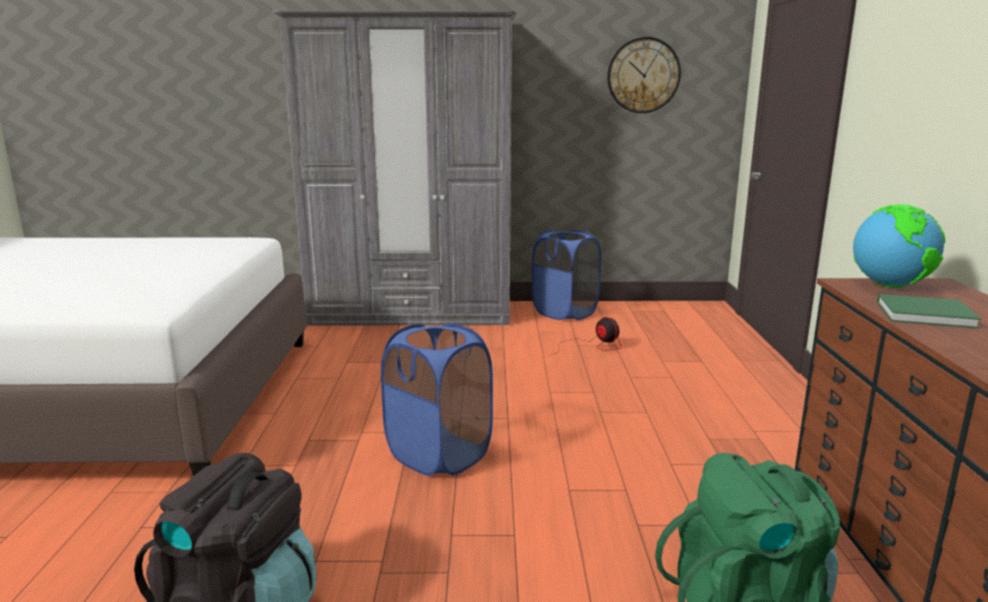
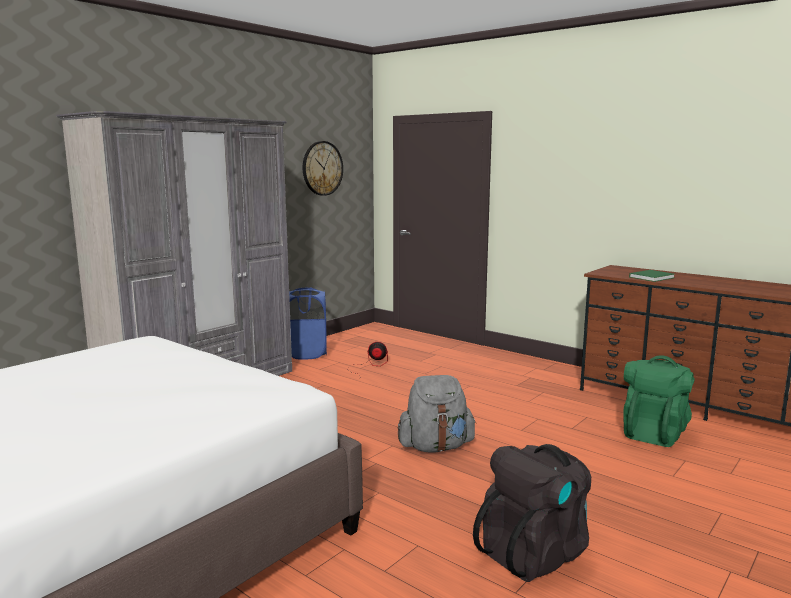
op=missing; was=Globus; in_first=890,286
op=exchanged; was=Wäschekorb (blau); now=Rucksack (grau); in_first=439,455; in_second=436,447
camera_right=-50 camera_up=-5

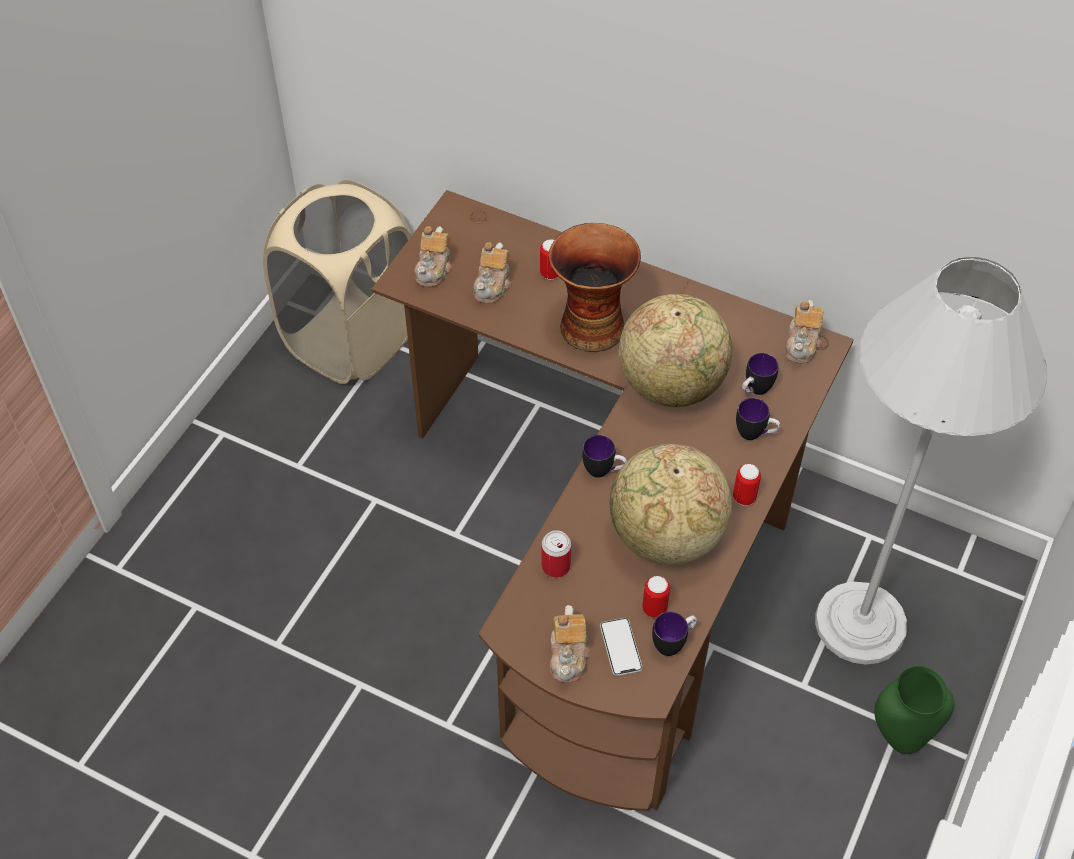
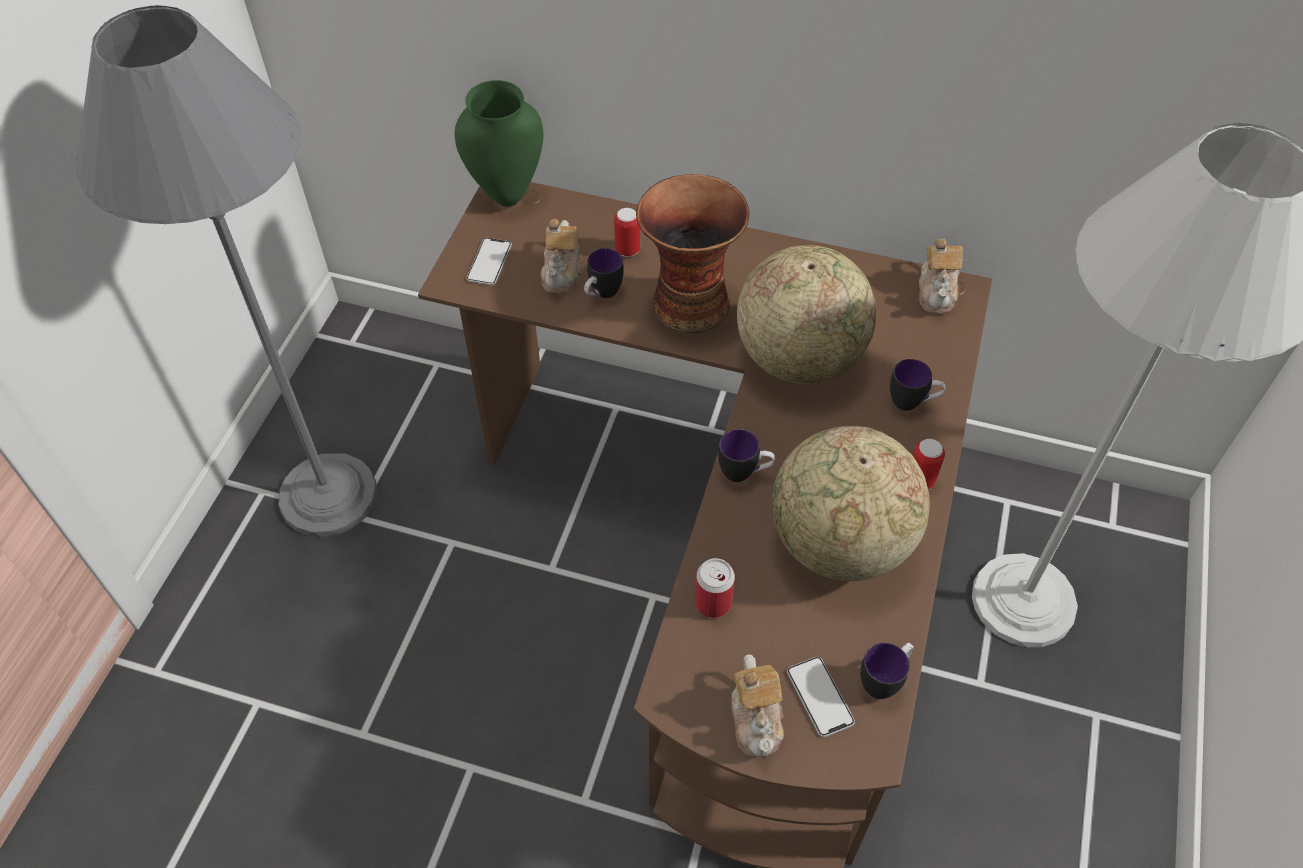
op=missing; was=Wäschekorb (beige); in_first=351,339
op=missing; was=Dose; in_first=654,608
op=appeared; now=Stehlampe (grau); in_second=328,495
op=relocated; was=Henkelbecher; in_first=754,391; in_second=602,294
op=relocated; was=Vase (grün); in_first=900,738; in_second=507,196
op=exchanged; was=Teekanne; now=Handy; in_first=434,269; in_second=489,262
camera_right=-10 camera_up=0

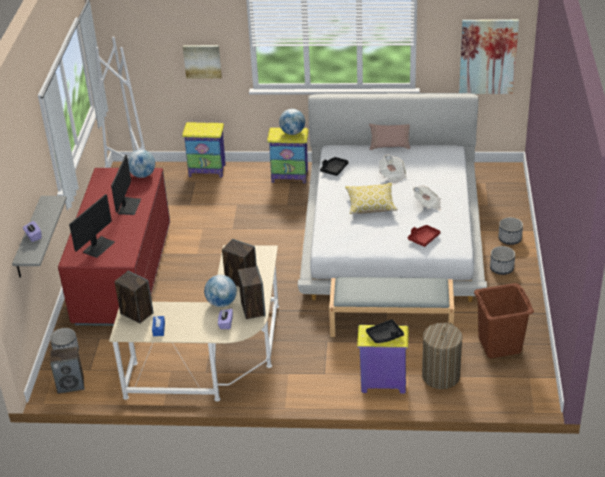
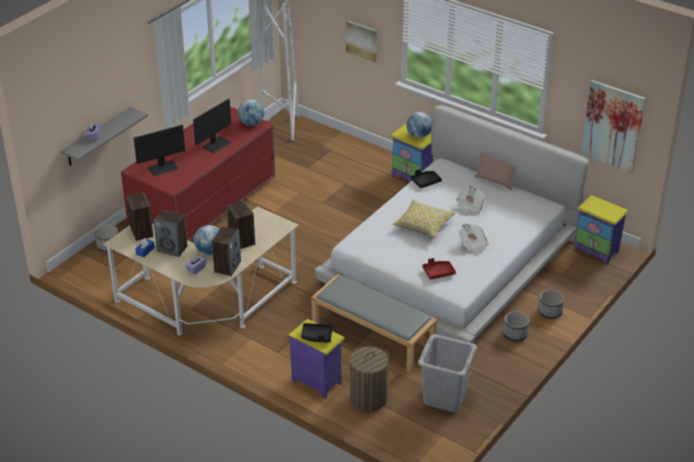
op=relocated; was=Lautsprecher; in_first=71,385; in_second=172,249
op=relocated; was=Nachttisch; in_first=208,171; in_second=596,252
op=colour; was=Wäschekorb (braun); now=Wäschekorb (grau); in_first=500,345; in_second=445,397
camera_right=30 camera_up=0

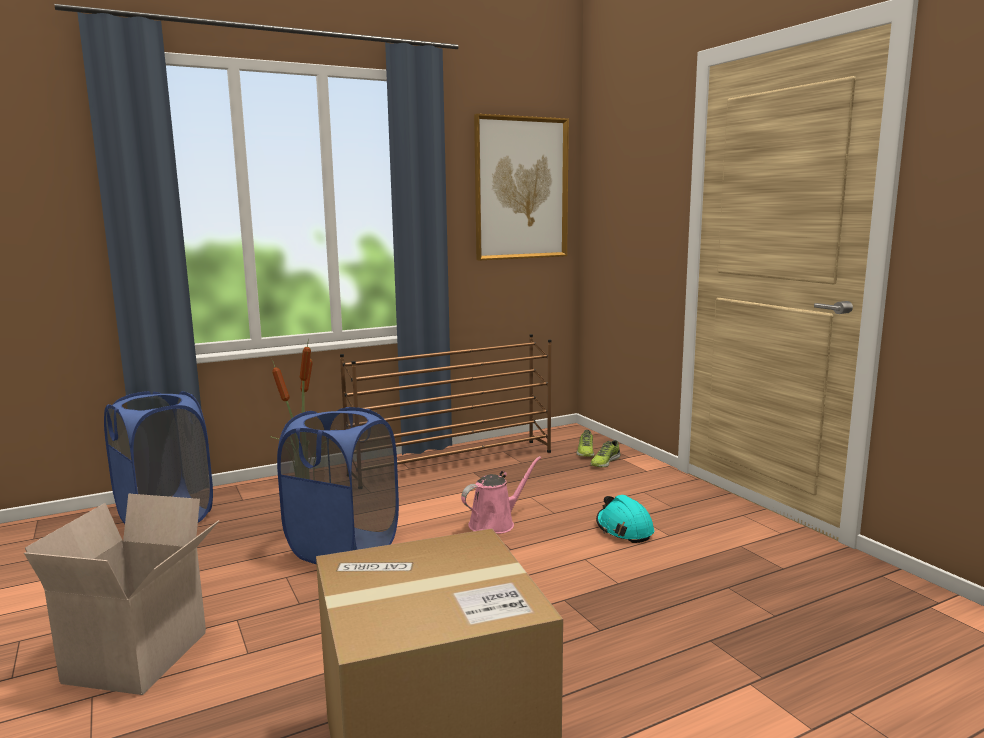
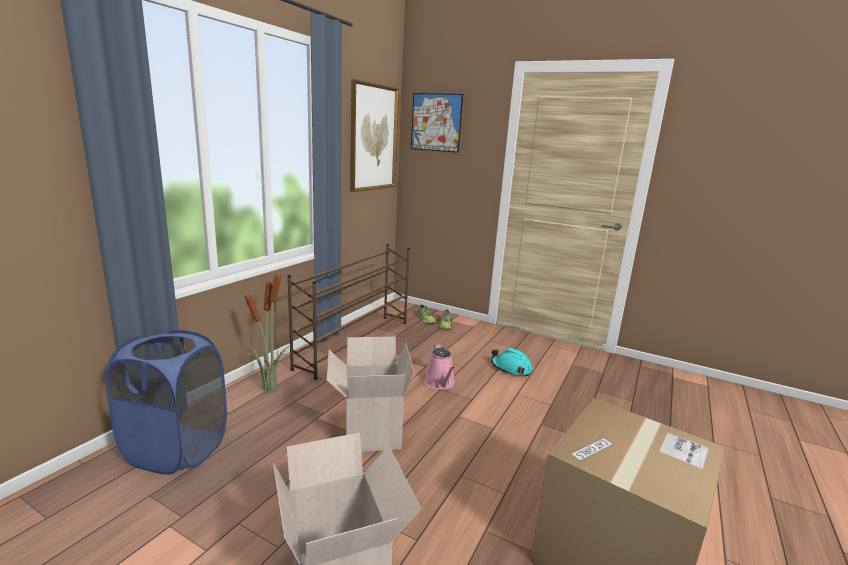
op=appeared; now=Bild; in_second=436,122
op=exchanged; was=Wäschekorb (blau); now=Karton; in_first=344,548; in_second=369,430
op=spun; was=Gießkanne (rosa); in_first=495,523; in_second=440,383; clockwise=150
camera_right=-35 camera_up=5

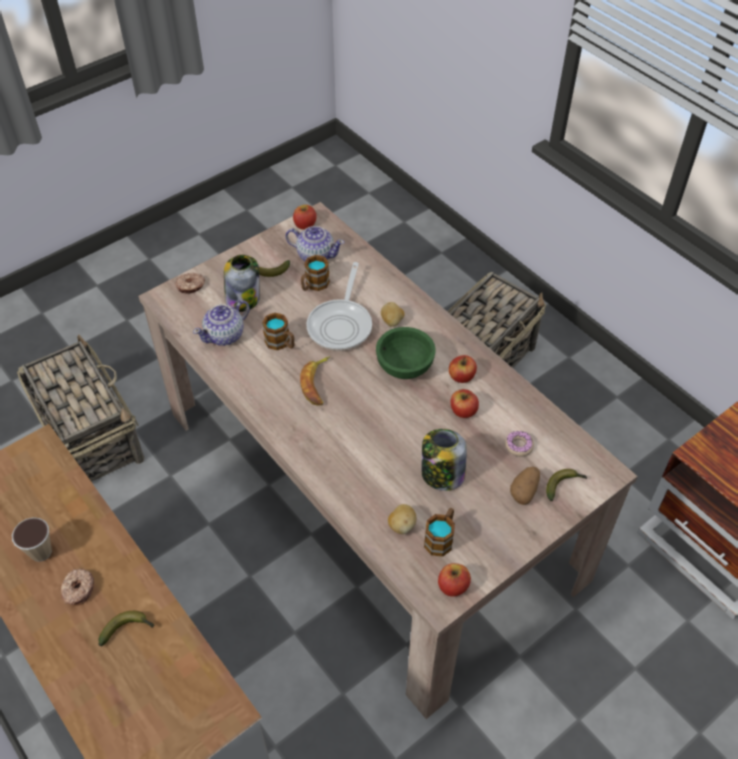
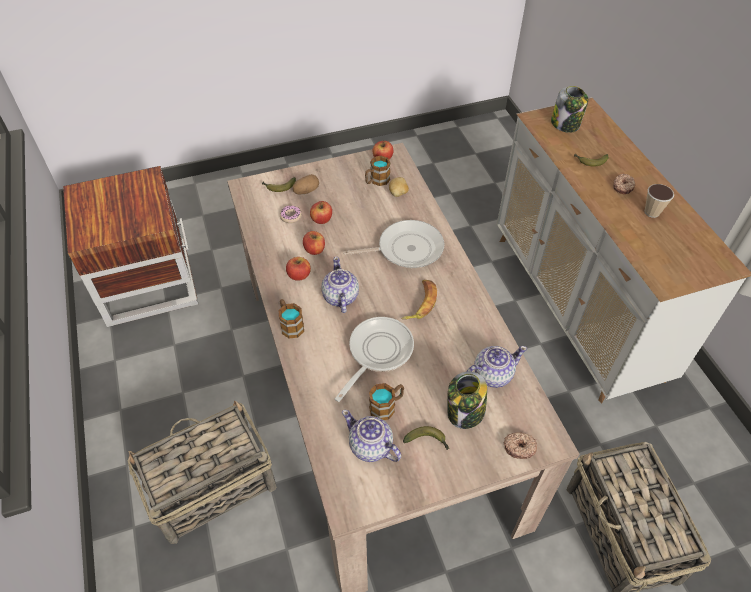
op=missing; was=Kartoffel; in_first=392,321
op=appeared; now=Pfanne; in_second=406,249
op=relocated; was=Henkelbecher; in_first=281,343; in_second=290,325
op=relocated; was=Apfel; in_first=305,225; in_second=321,219
op=relocated; was=Vorratsglas; in_first=441,475; in_second=565,124
op=exchanged; was=Schüssel (grün); now=Teekanne; in_first=404,366; in_second=340,297
camera_right=-160 camera_up=0

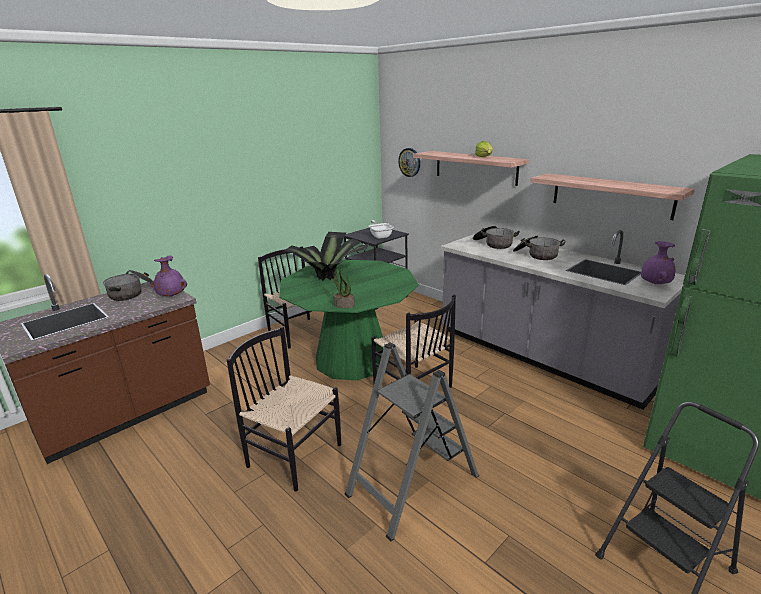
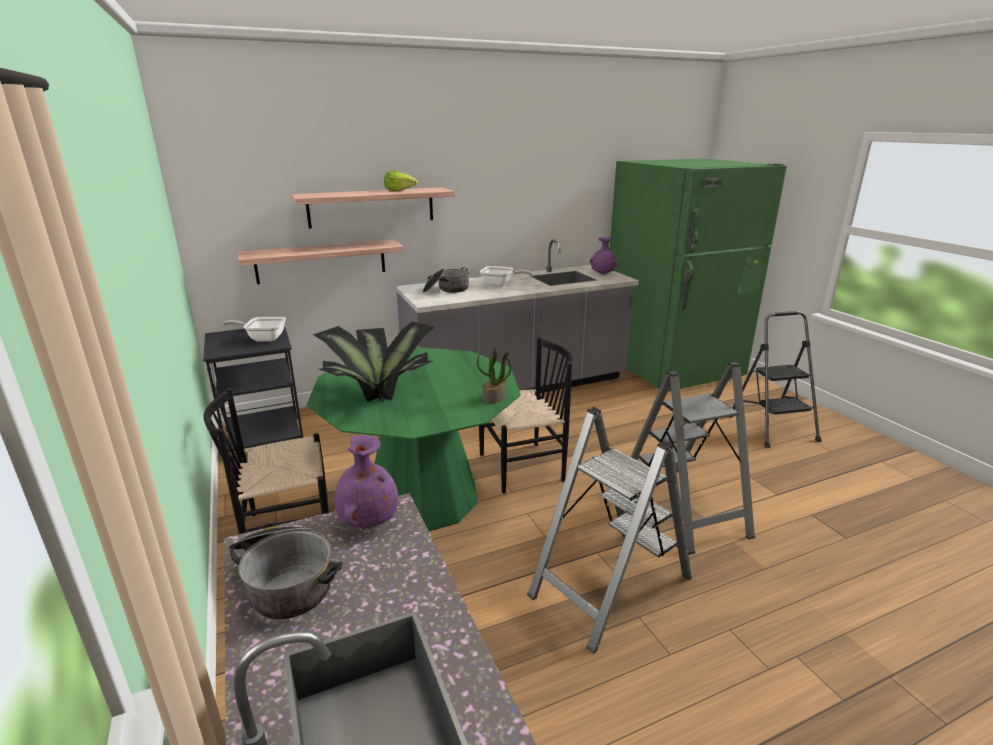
op=missing; was=Wanduhr; in_first=409,162
op=relocated; was=Wandregal; in_first=611,195; in_second=321,261
op=exchanged; was=Stuhl (schwarz); now=Trittleiter (grau); in_first=292,454; in_second=609,587
op=exchanged; was=Kochtopf; now=Pfanne; in_first=536,255; in_second=500,285
camera_right=-70 camera_up=0

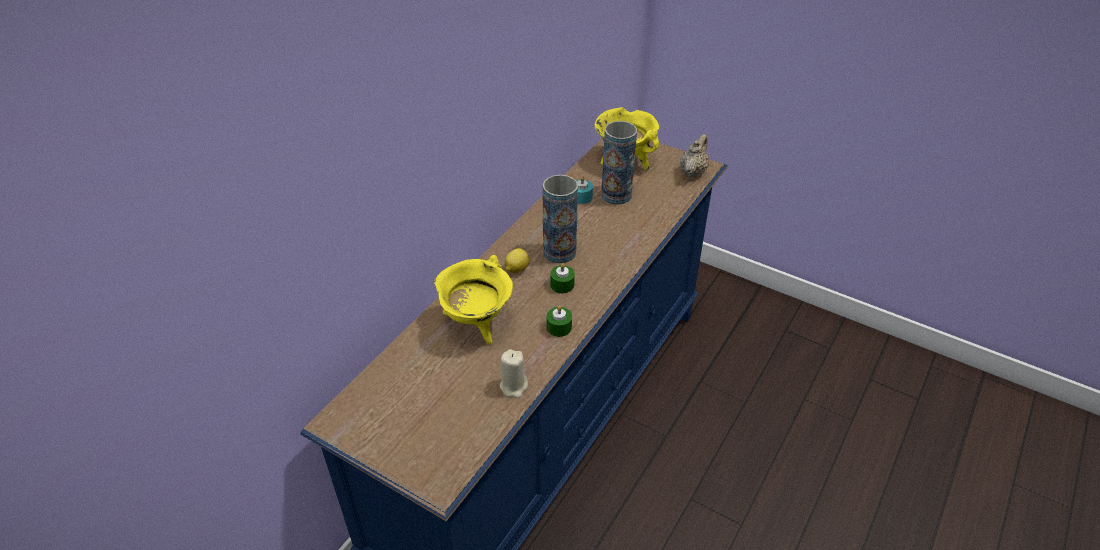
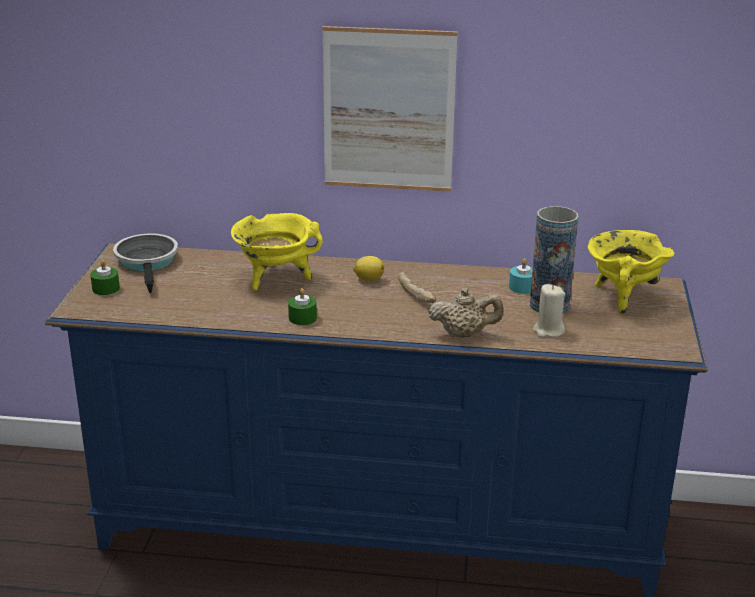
op=appeared; now=Pfanne; in_second=148,262
op=appeared; now=Bild; in_second=388,110
op=relocated; was=Kerze (beige); in_first=514,386; in_second=548,331
op=relocated; was=Kerze (grün); in_first=562,285; in_second=106,289
op=relocated; was=Teekanne (beige); in_first=693,171; in_second=464,334
op=exchanged; was=Vase; now=Brot; in_first=559,252; in_second=416,294
camera_right=65 camera_up=-15

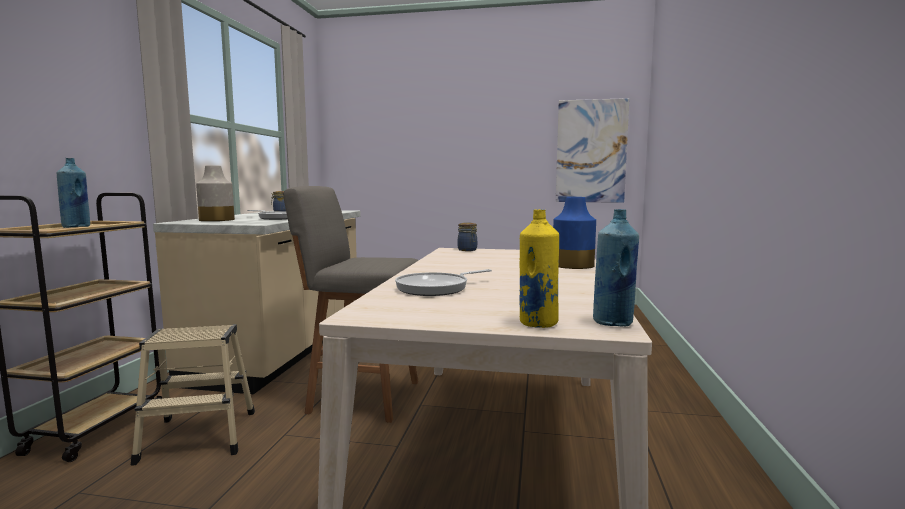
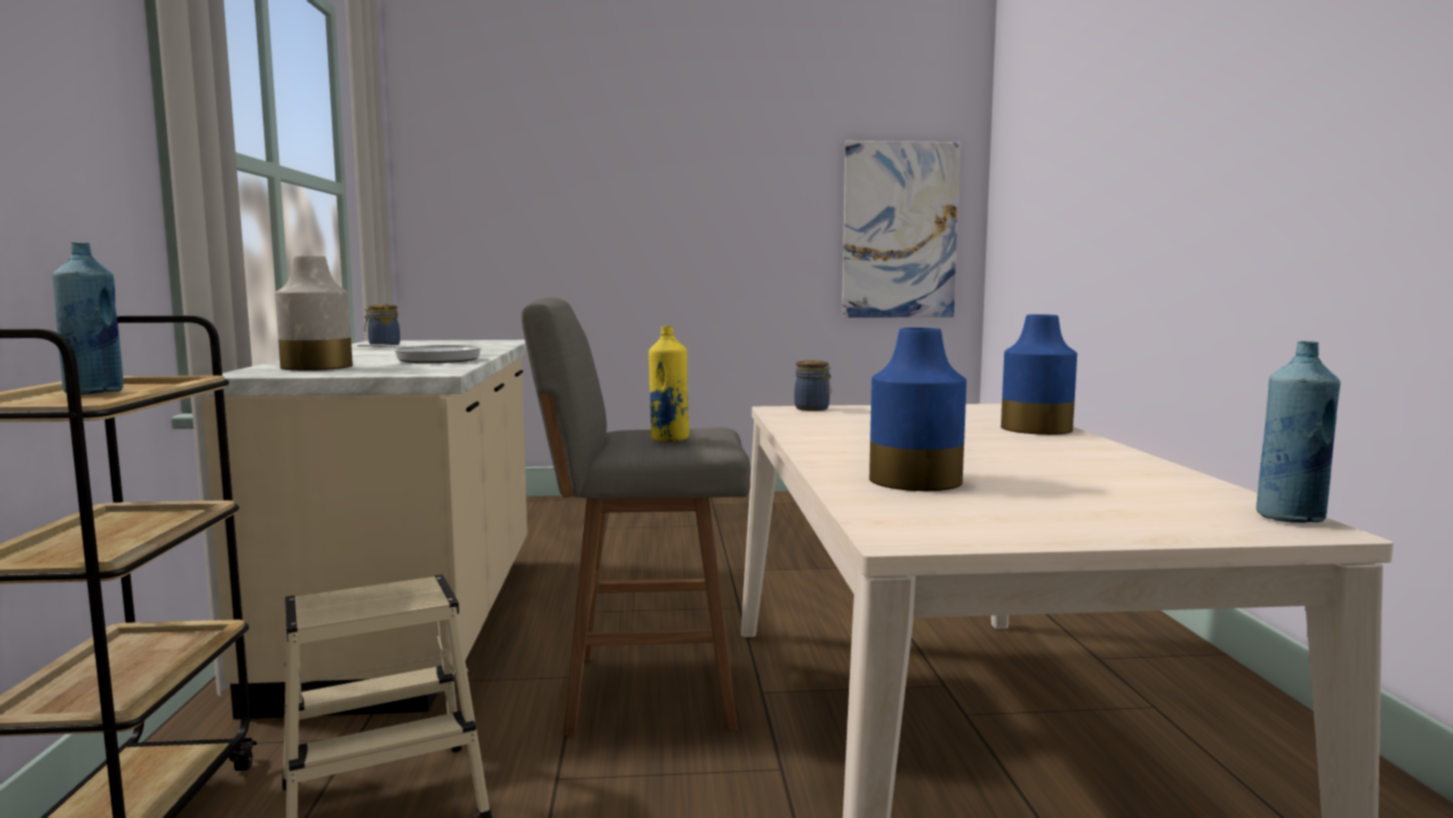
op=relocated; was=Flasche (gelb); in_first=537,323; in_second=669,439
op=exchanged; was=Pfanne; now=Vase (blau); in_first=436,288; in_second=916,480
camera_right=-15 camera_up=0

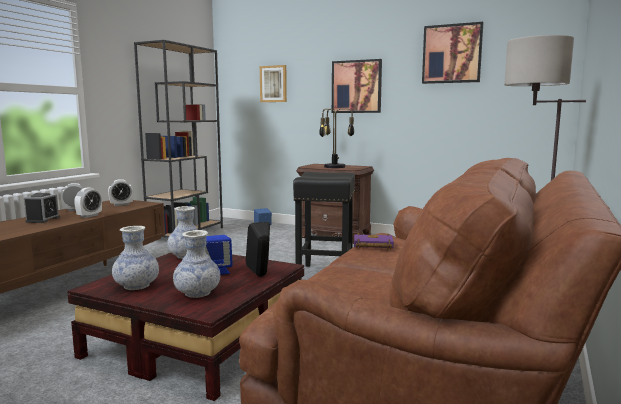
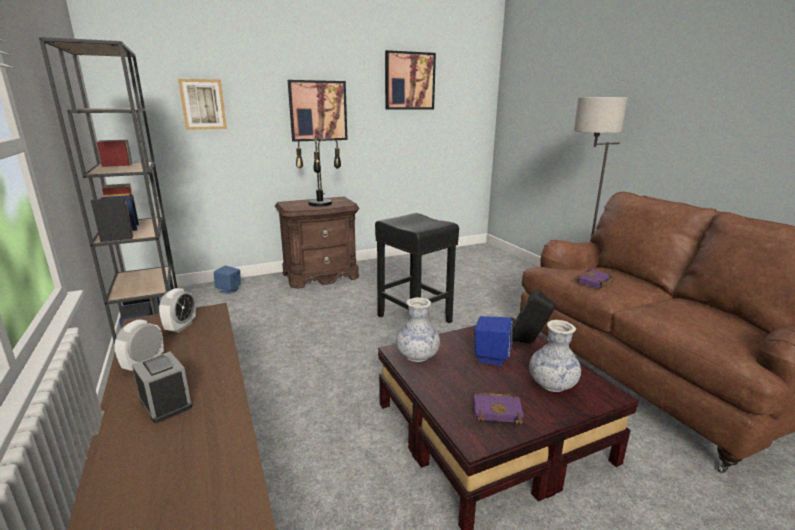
op=missing; was=Wecker; in_first=89,216
op=exchanged; was=Vase; now=Buch (lila); in_first=136,286; in_second=498,410
camera_right=-50 camera_up=10

